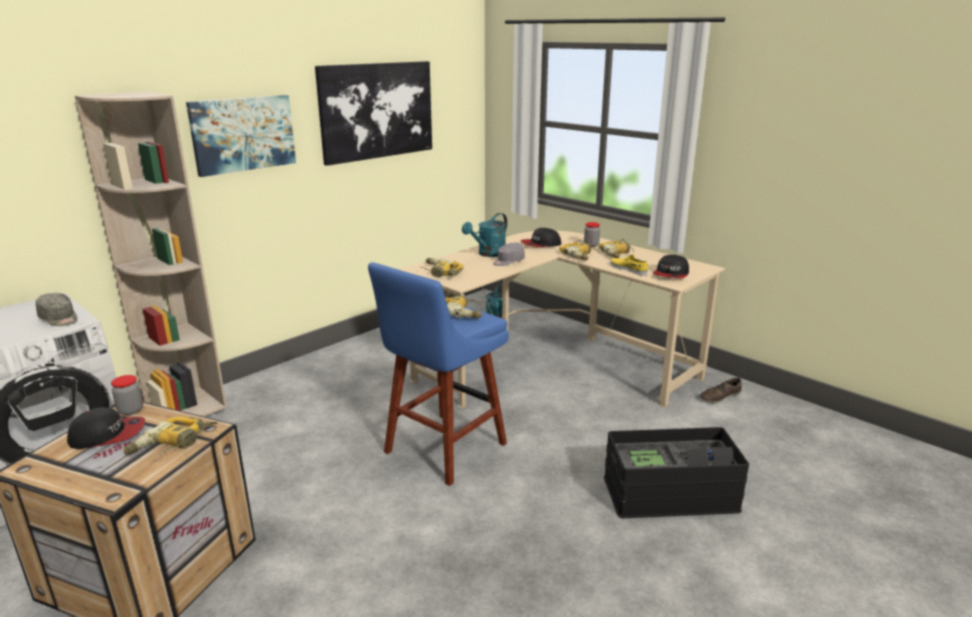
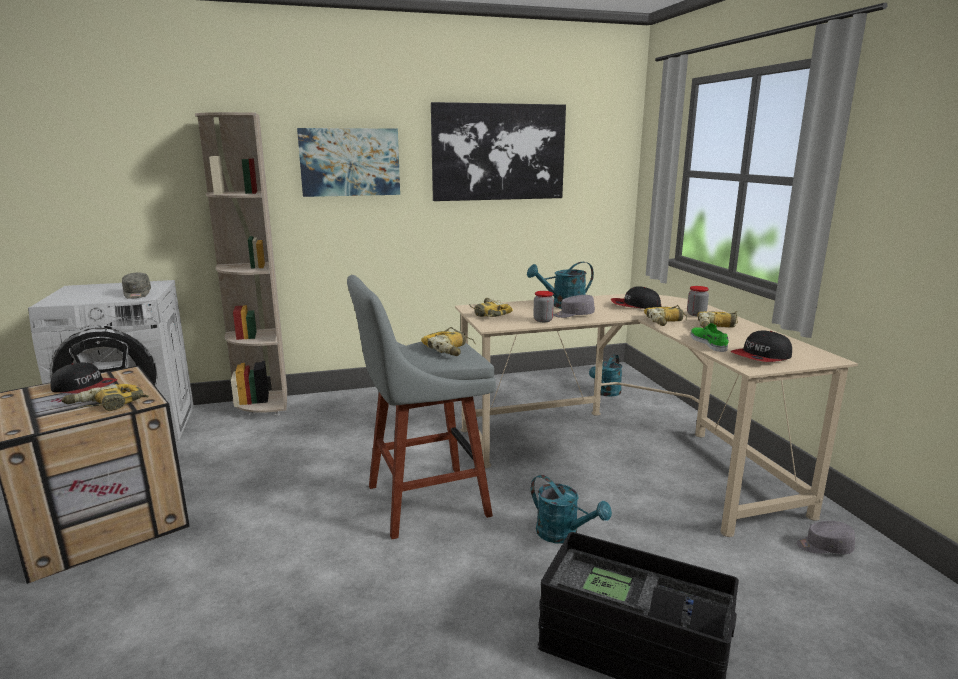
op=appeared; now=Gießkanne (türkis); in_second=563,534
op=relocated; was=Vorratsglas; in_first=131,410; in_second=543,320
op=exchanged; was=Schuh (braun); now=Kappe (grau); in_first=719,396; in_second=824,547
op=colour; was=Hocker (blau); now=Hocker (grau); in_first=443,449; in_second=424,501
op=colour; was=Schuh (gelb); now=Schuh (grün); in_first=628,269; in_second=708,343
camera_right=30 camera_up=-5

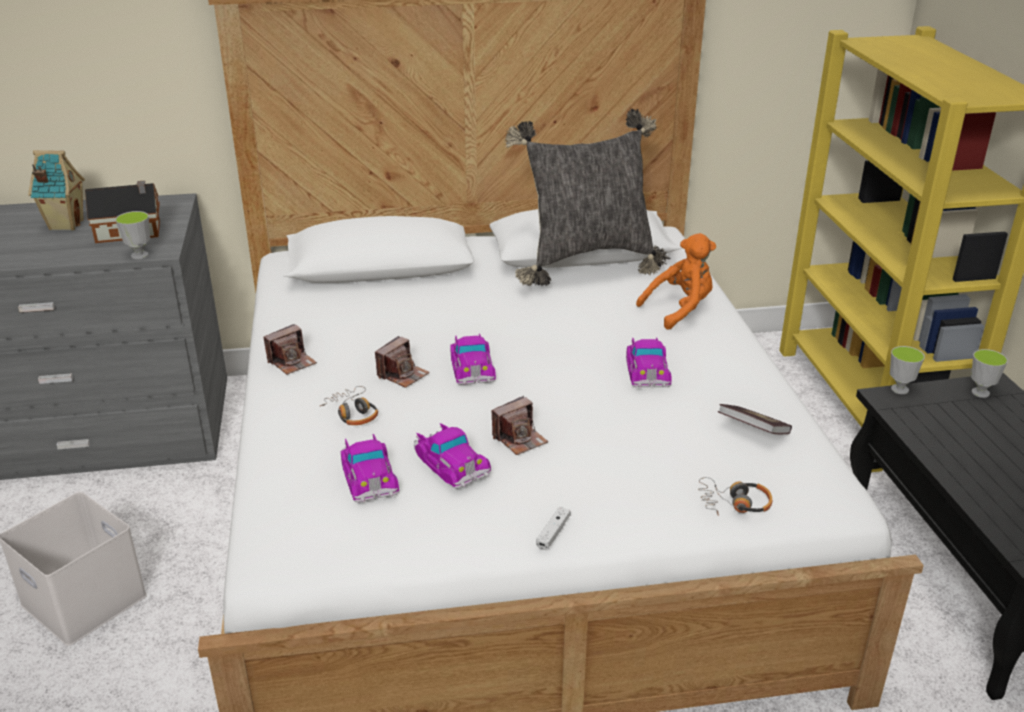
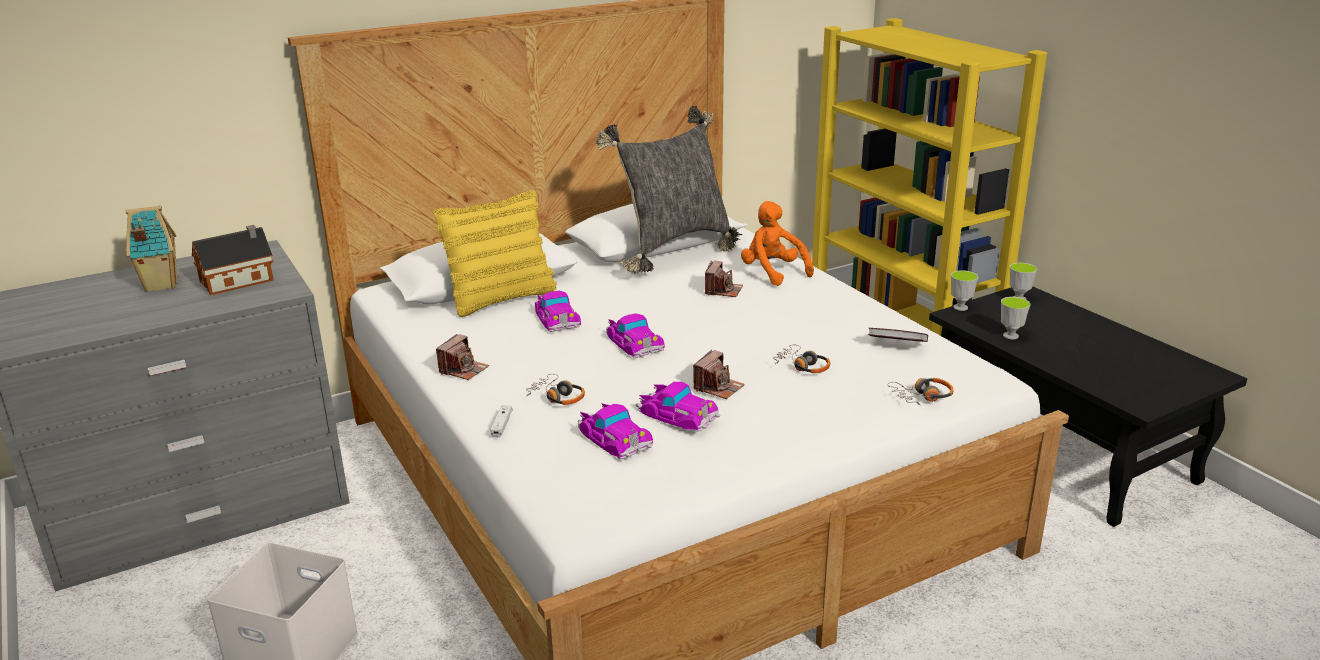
op=appeared; now=Kissen (gelb); in_second=501,299
op=appeared; now=Kopfhörer; in_second=802,366
op=relocated; was=Tasse; in_first=139,255; in_second=1010,336
op=relocated; was=Kamera; in_first=402,375; in_second=723,290
op=relocated; was=Gamepad (weiß); in_first=553,533; in_second=502,425
op=relocated; was=Spielzeugauto; in_first=647,368; in_second=556,317
op=spun; was=Plüschtier (orange); in_first=680,310; in_second=772,272; clockwise=-75
camera_right=-20 camera_up=-5

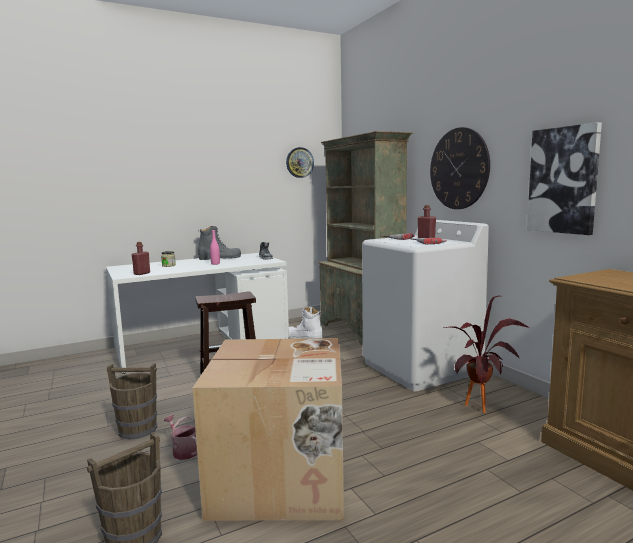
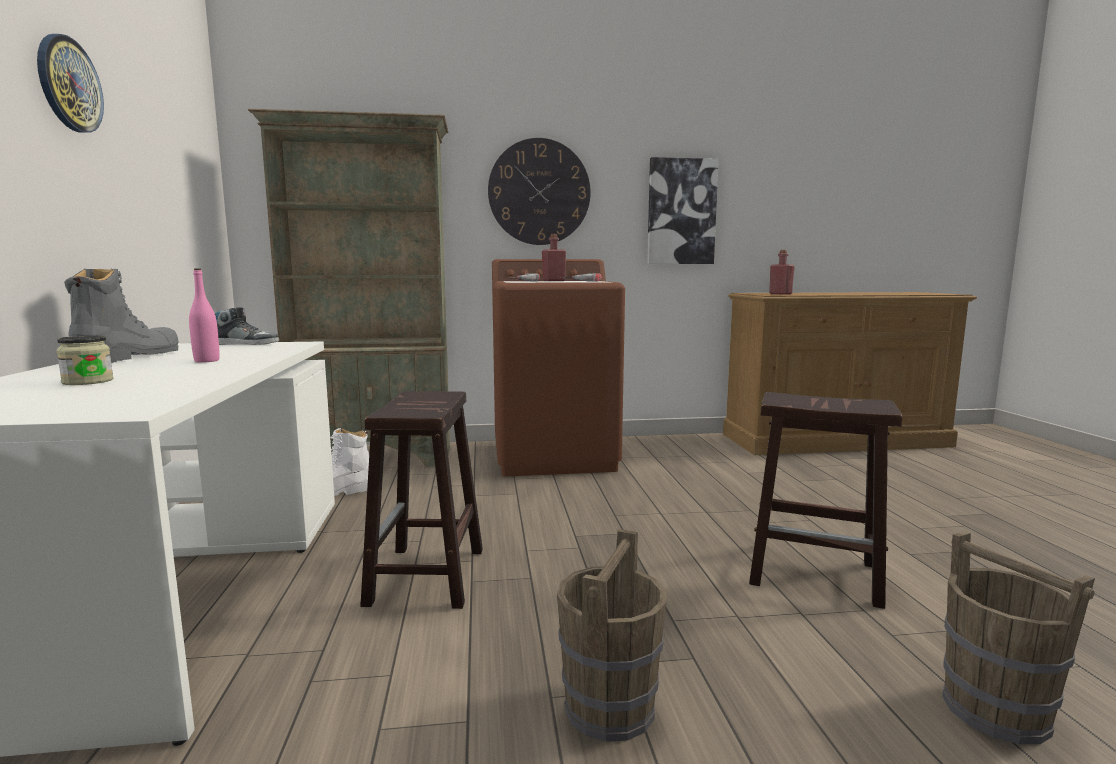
op=missing; was=Gießkanne; in_first=183,451
op=missing; was=Topfpflanze; in_first=482,410
op=relocated; was=Flasche (rot); in_first=142,273; in_second=780,294
op=relocated; was=Wanduhr; in_first=299,162; in_second=69,84
op=exchanged; was=Karton; now=Hocker (braun); in_first=282,478; in_second=816,574
op=colour; was=Waschmaschine (weiß); now=Waschmaschine (braun); in_first=421,368; in_second=555,456
camera_right=-70 camera_up=0

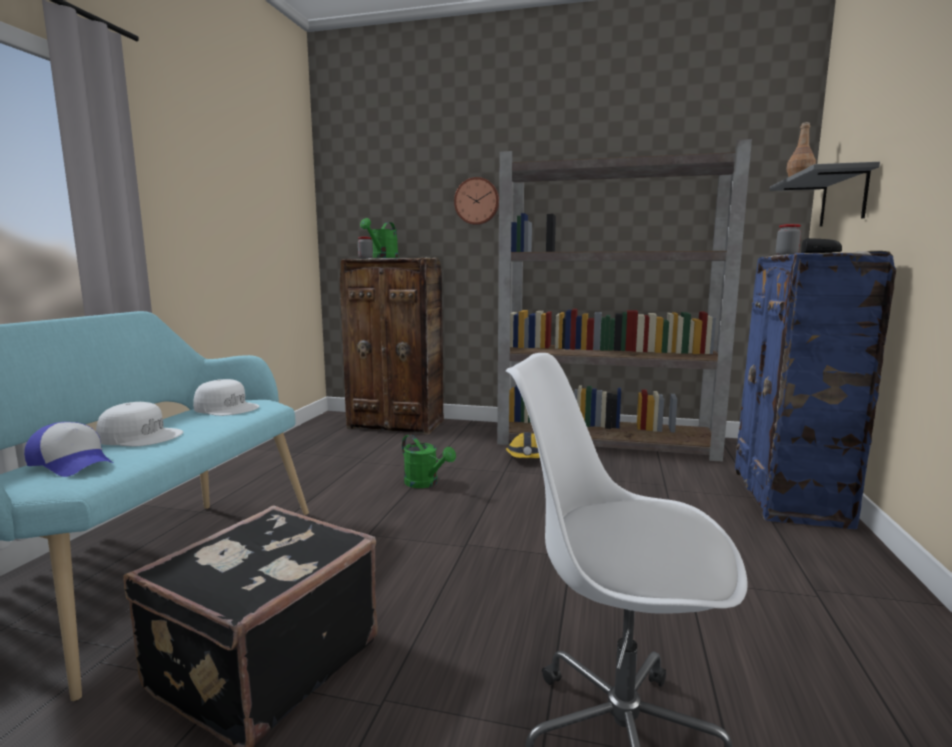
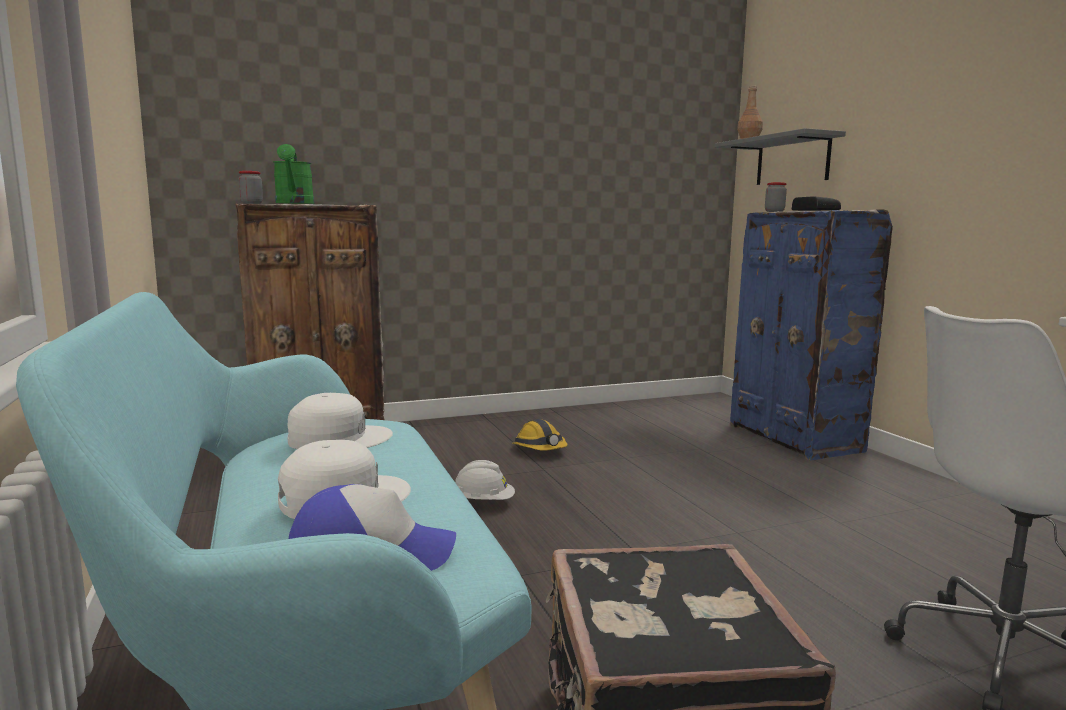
op=missing; was=Wanduhr; in_first=477,201
op=missing; was=Bücherregal (braun); in_first=605,441
op=exchanged; was=Gießkanne (grün); now=Schutzhelm (weiß); in_first=425,483; in_second=483,502
camera_right=-35 camera_up=0

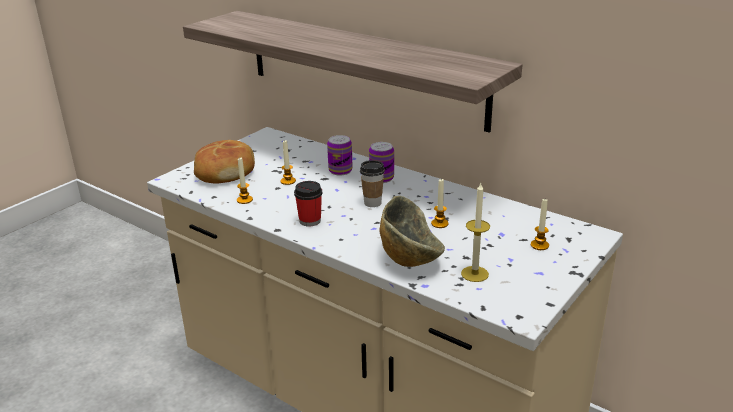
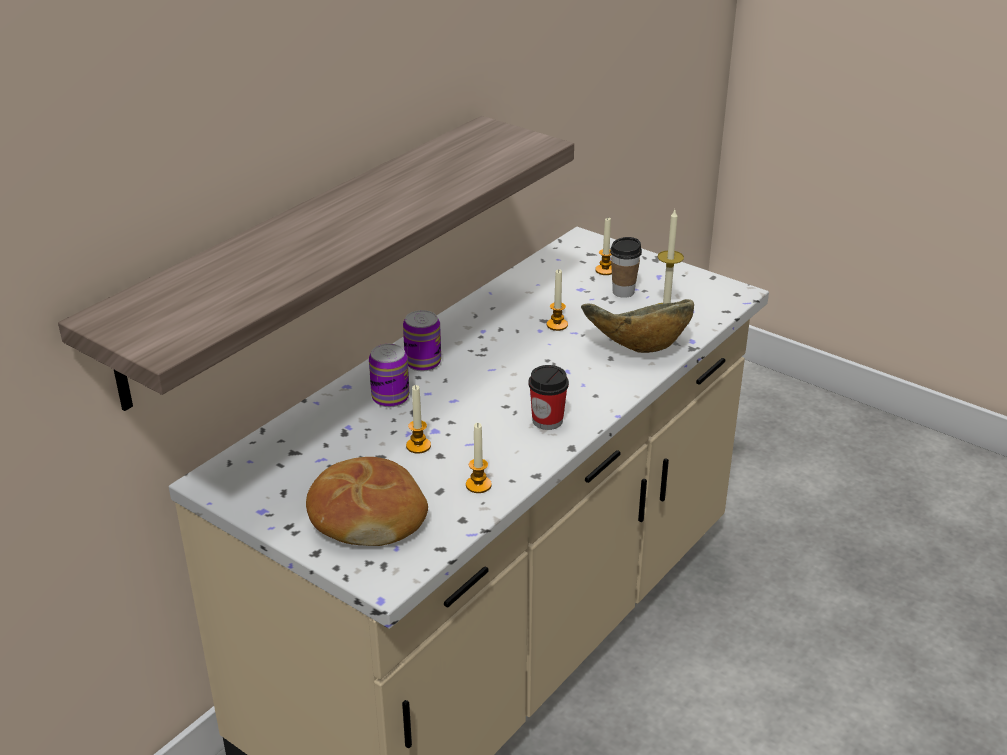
op=relocated; was=Tasse; in_first=372,203; in_second=623,292
camera_right=-90 camera_up=5

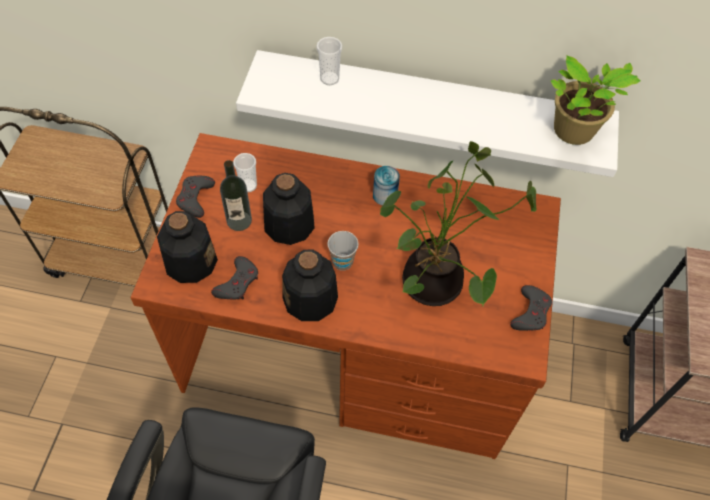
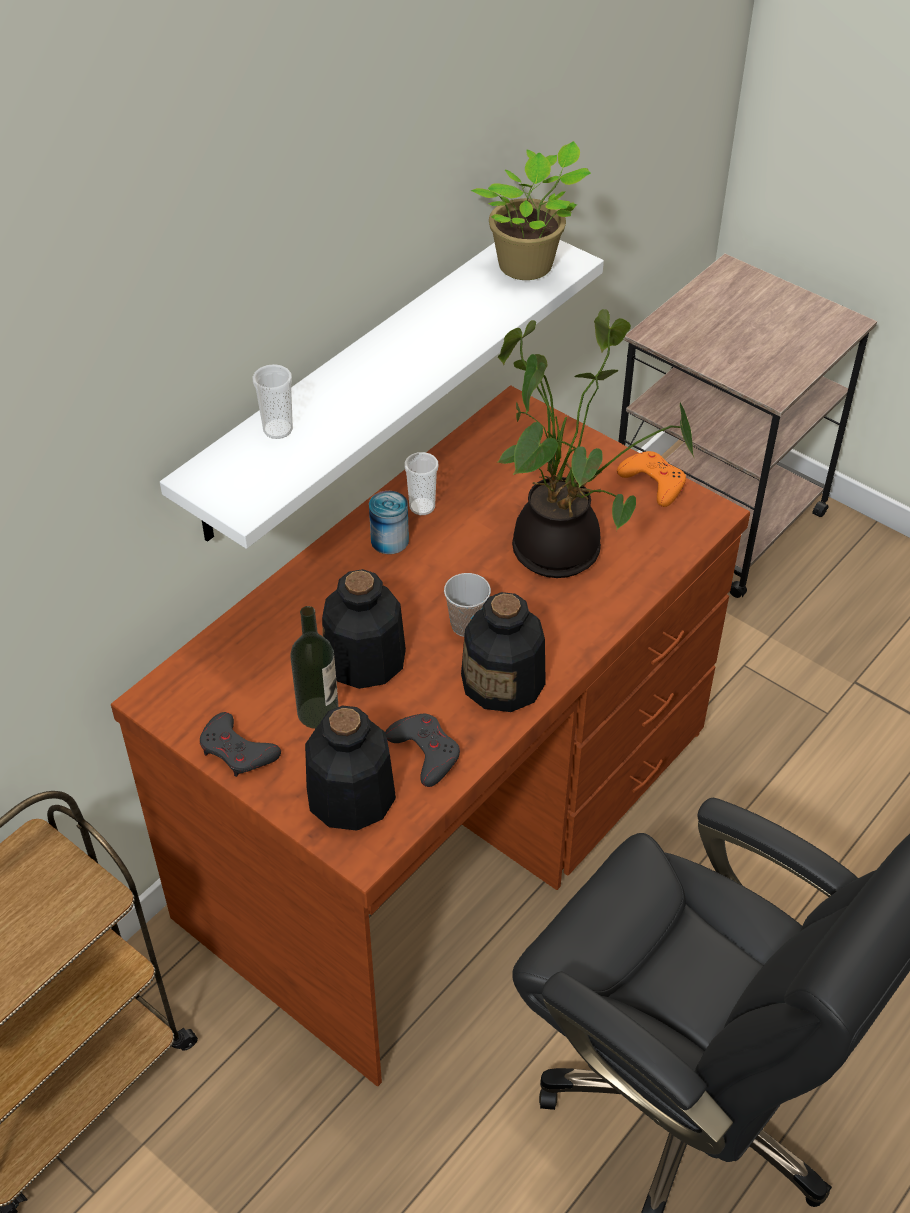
op=relocated; was=Tasse; in_first=248,186; in_second=422,507
op=colour; was=Gamepad (grau); now=Gamepad (orange); in_first=530,312; in_second=653,482
camera_right=-60 camera_up=-10

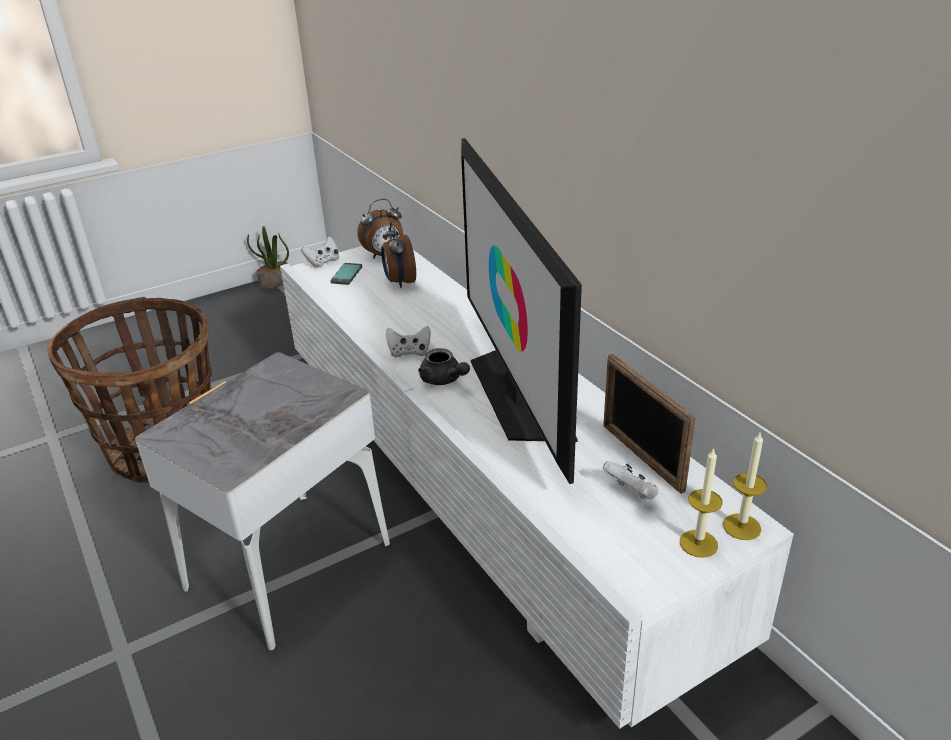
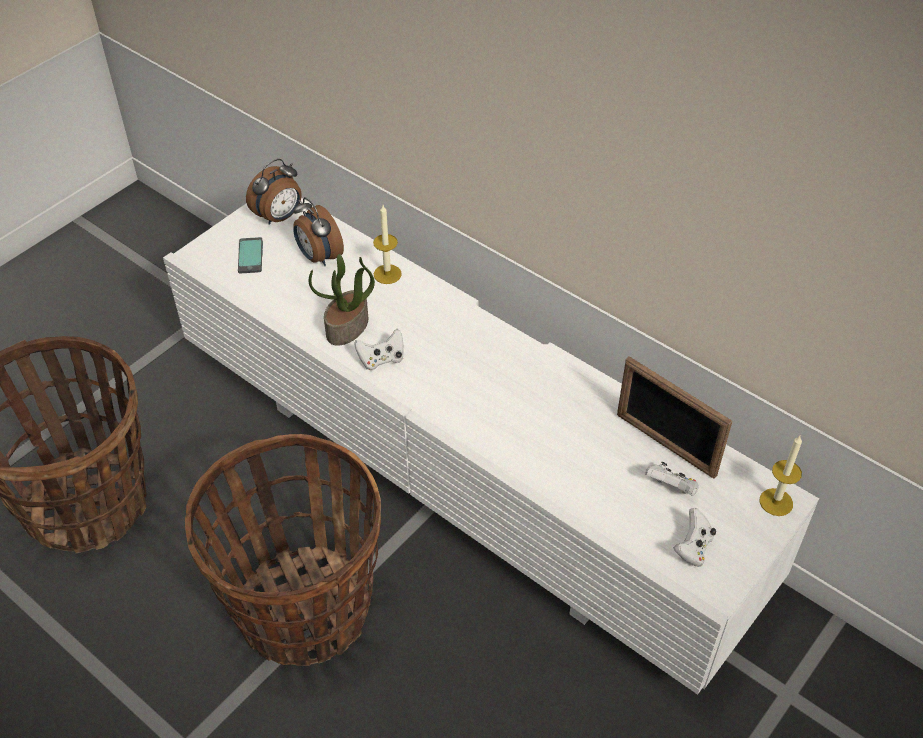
op=missing; was=Teekanne (grau); in_first=443,380
op=missing; was=Fernseher; in_first=517,393
op=relocated; was=Topfpflanze; in_first=275,282; in_second=347,328
op=relocated; was=Gamepad (weiß); in_first=323,262; in_second=693,548
op=relocated; was=Kerze; in_first=698,543; in_second=387,274
op=exchanged; was=Beistelltisch; now=Korb; in_first=285,566; in_second=303,609
camera_right=-20 camera_up=15

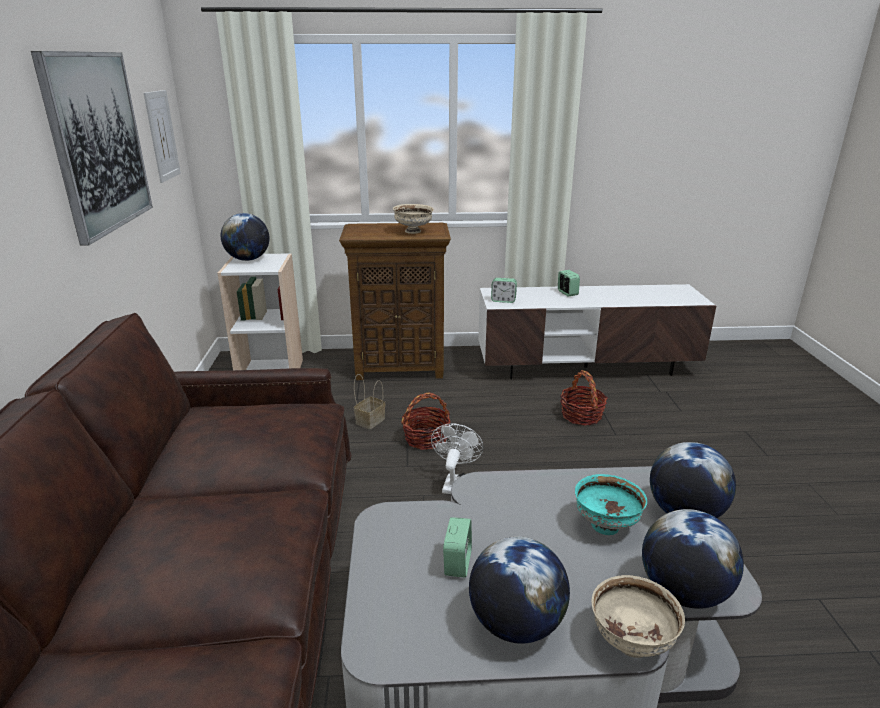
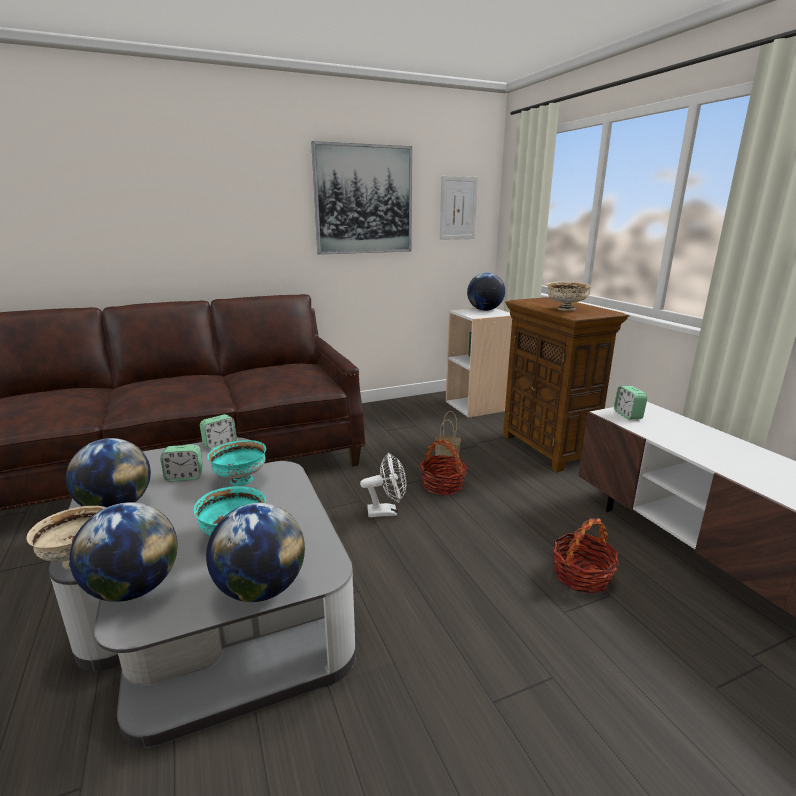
op=appeared; now=Schüssel (türkis); in_second=240,480
op=relocated; was=Wecker; in_first=567,293; in_second=220,444
camera_right=70 camera_up=-5

